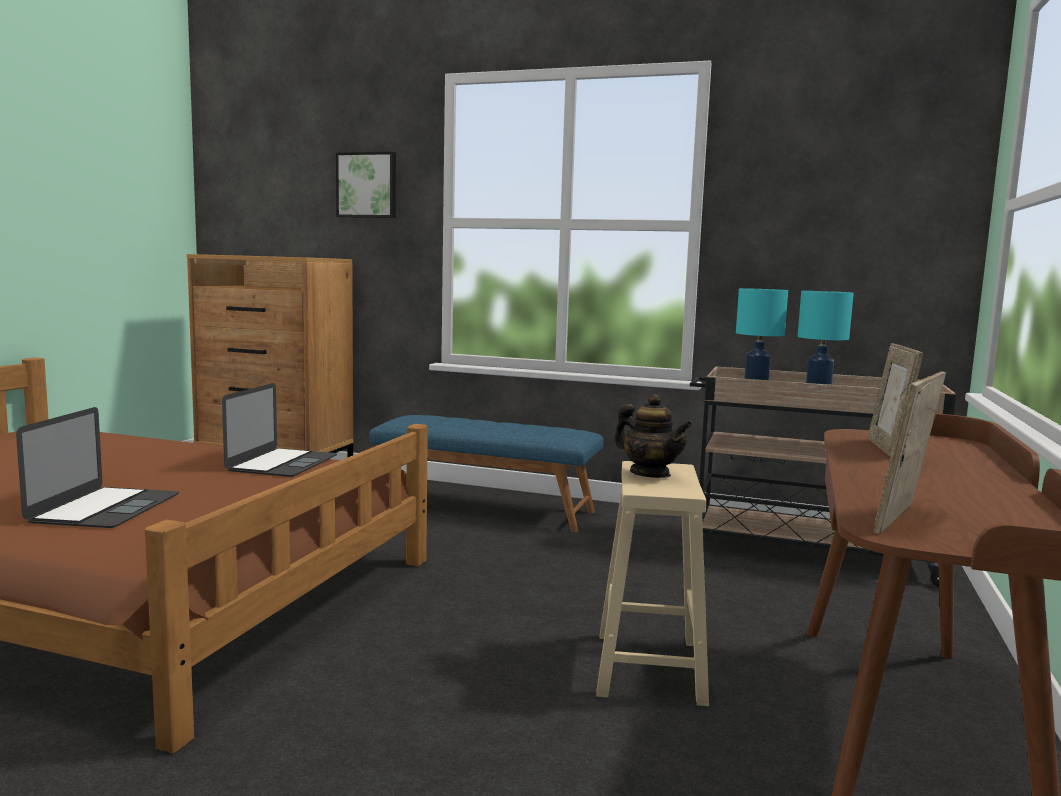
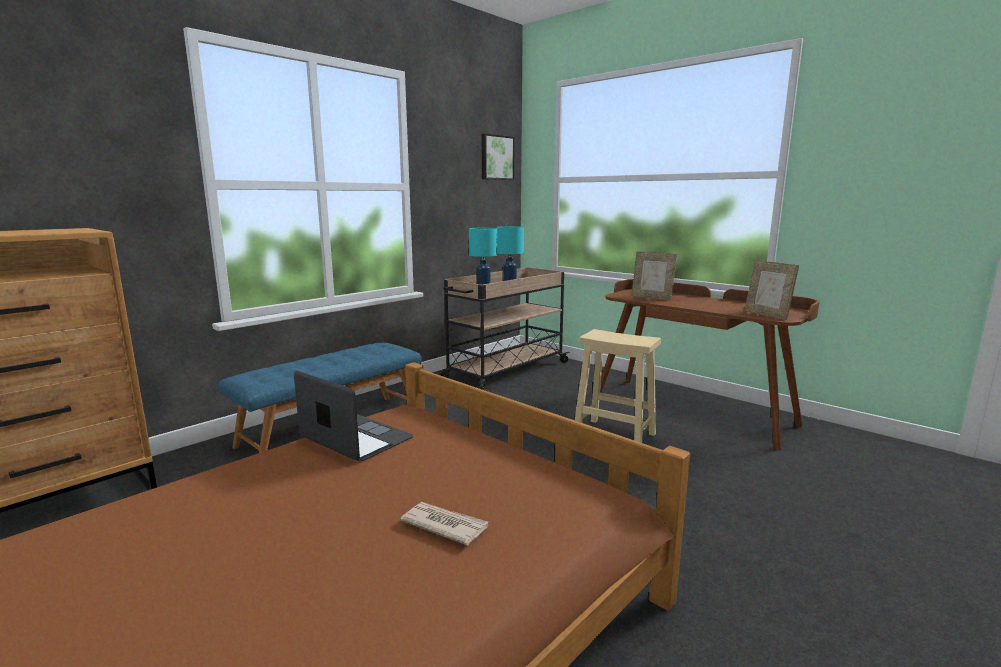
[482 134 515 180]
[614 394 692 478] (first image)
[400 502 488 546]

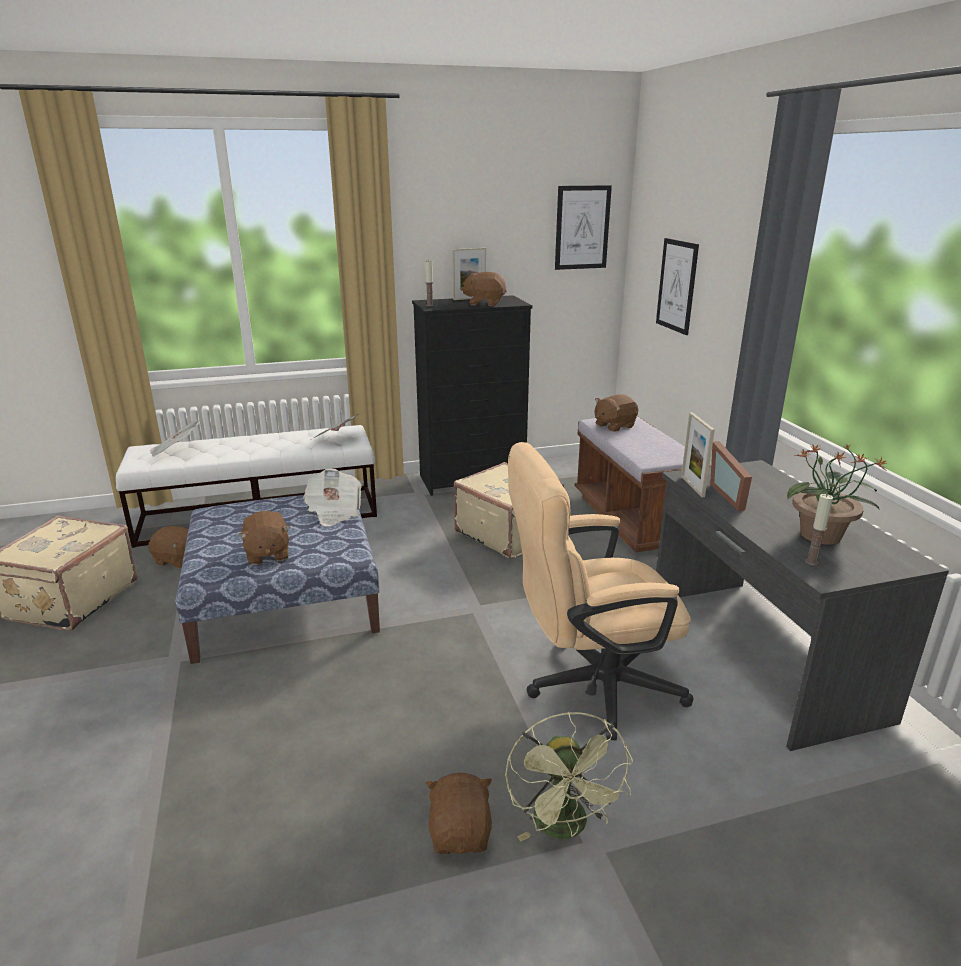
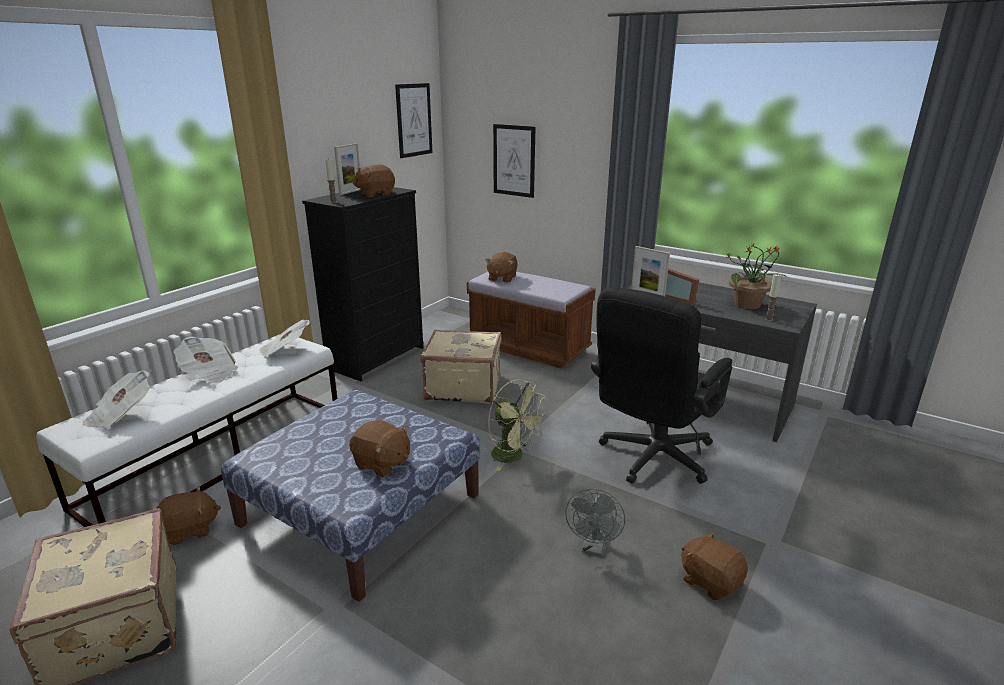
[591 287 732 484]
[173 337 238 385]
[488 379 547 471]
[565 489 625 556]

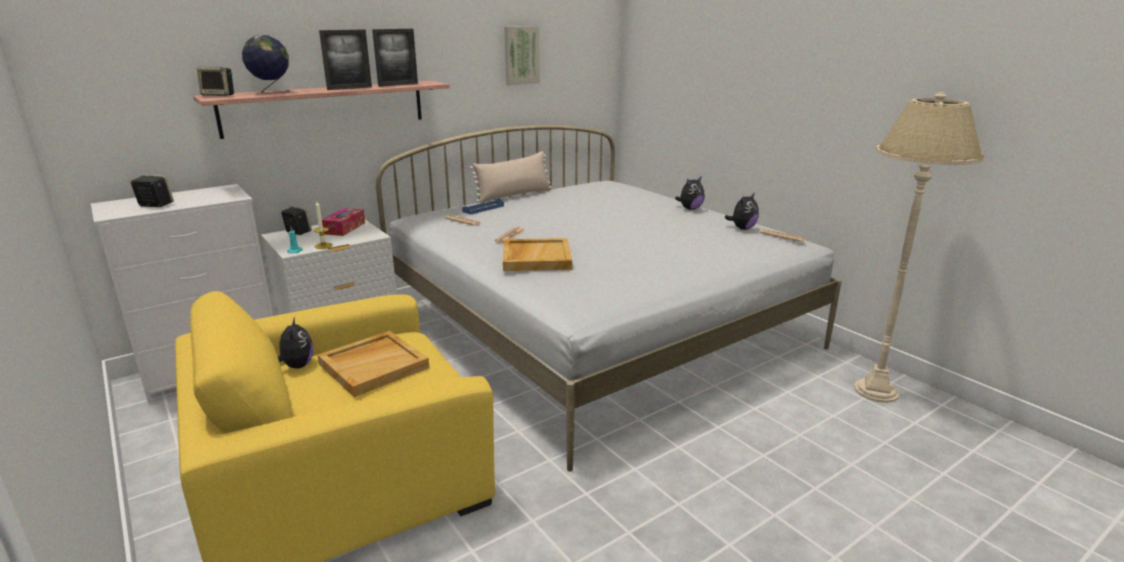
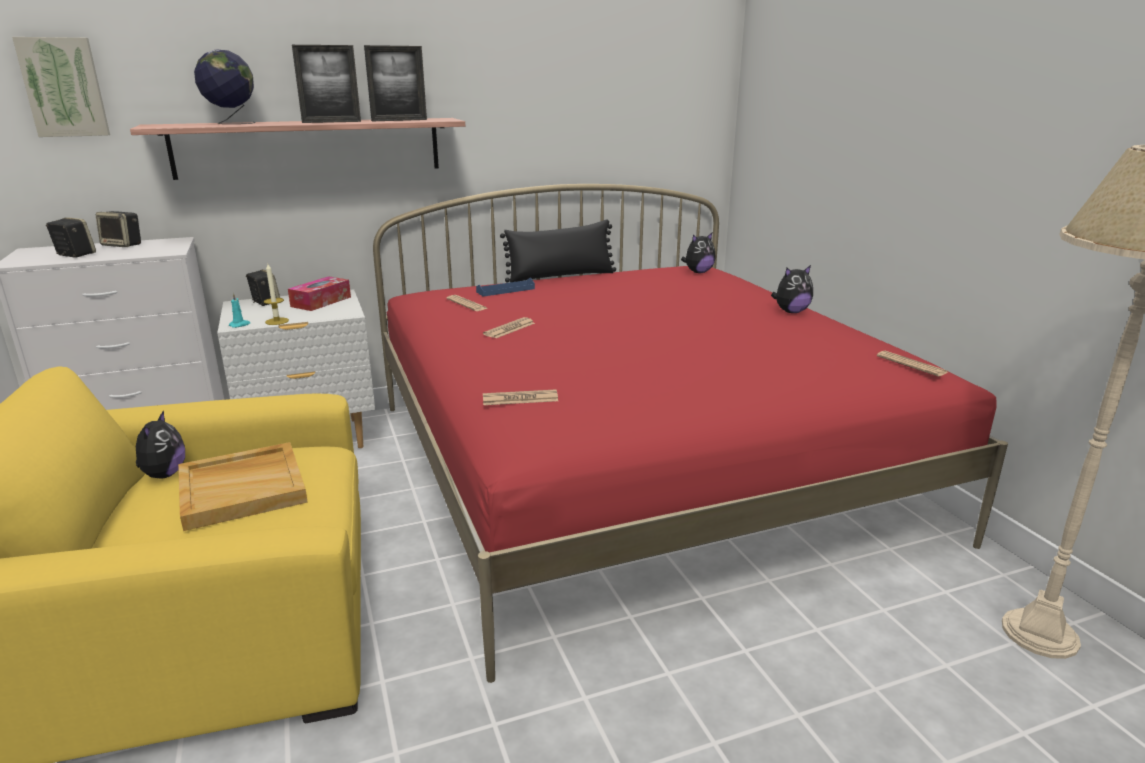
[12 37 110 137]
[96 211 141 247]
[373 184 1008 683]
[500 220 616 283]
[681 233 716 273]
[503 238 572 271] (first image)
[483 389 558 405]

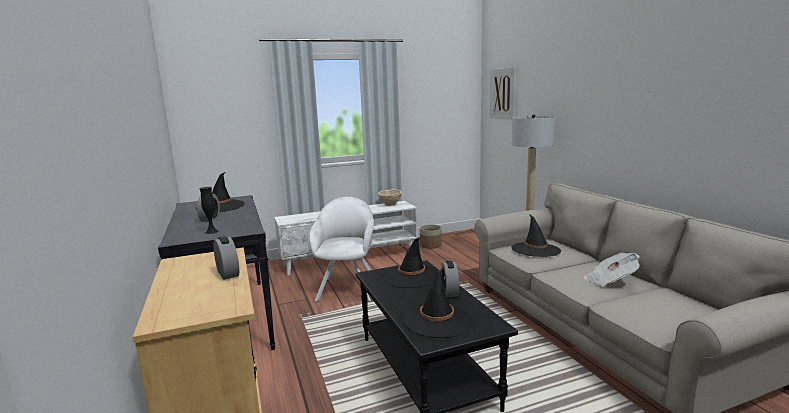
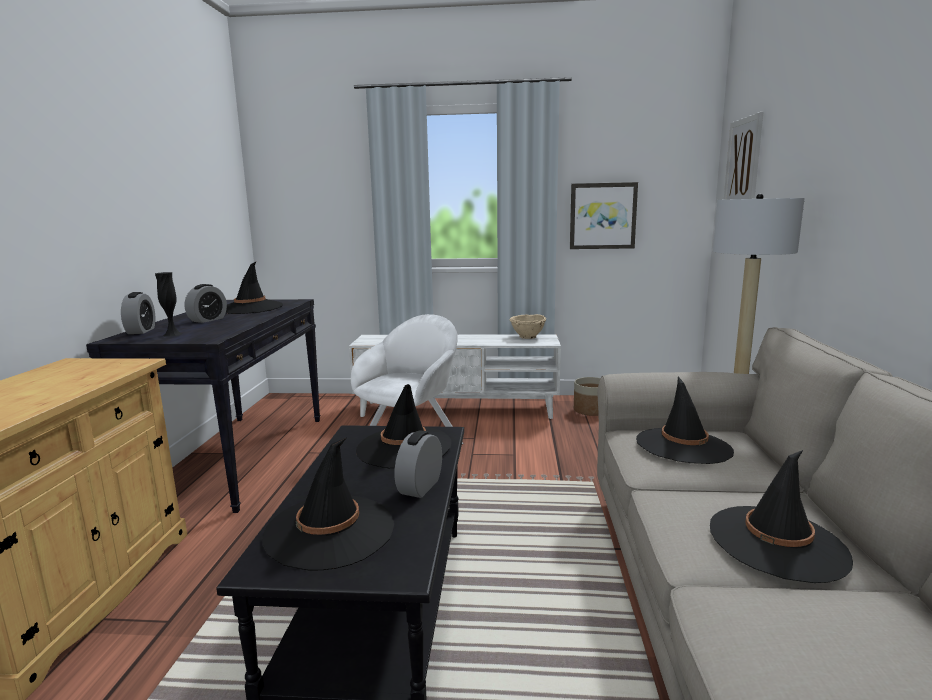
[121 292 155 334]
[710 450 853 583]
[570 182 638 249]

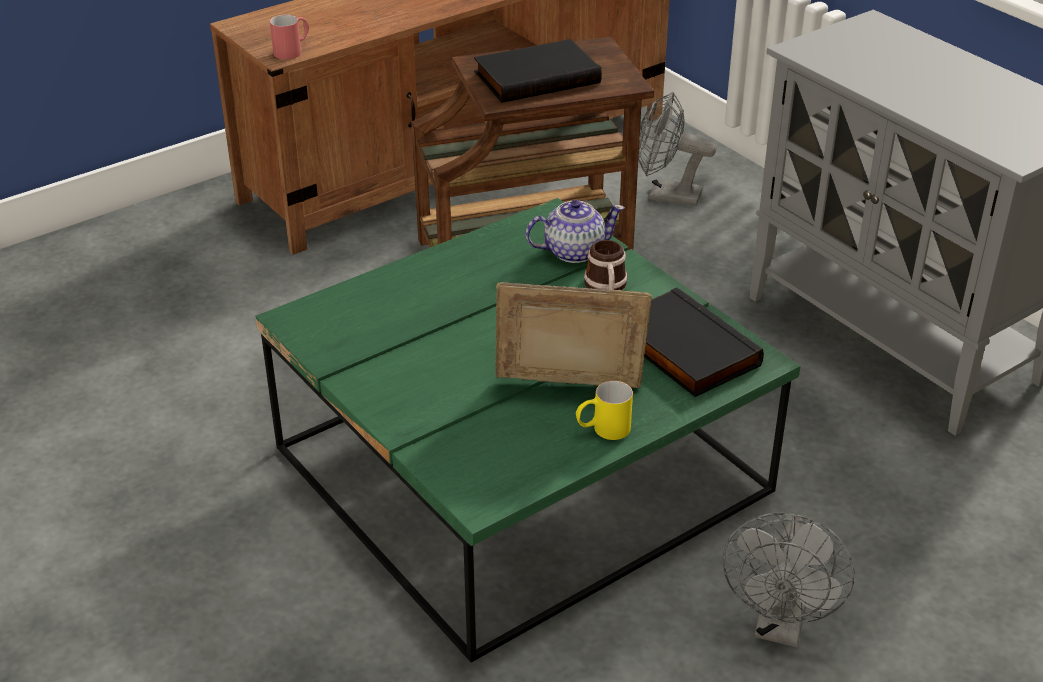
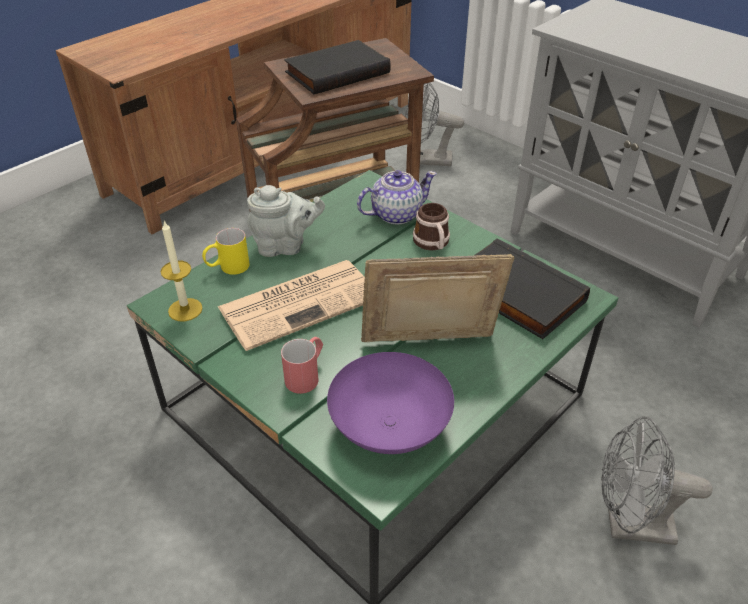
[281 337 323 394]
[202 228 250 275]
[601 416 712 545]
[247 185 325 257]
[161 221 203 322]
[218 260 365 351]
[327 352 454 454]

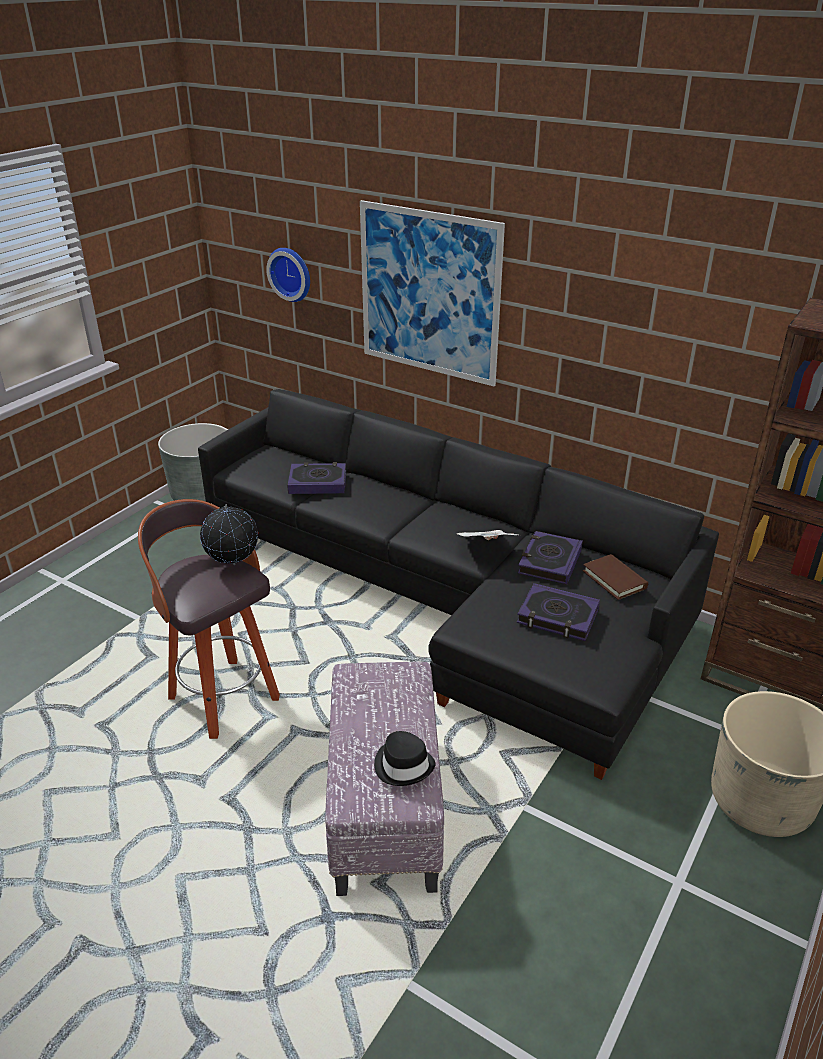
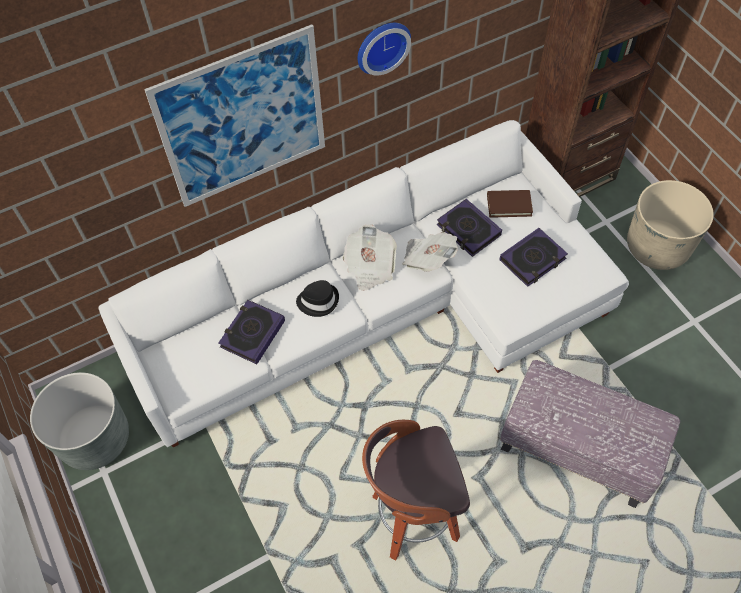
[358 23 411 76]
[99 120 629 447]
[200 504 258 565] (first image)
[296 280 339 317]
[342 224 397 291]

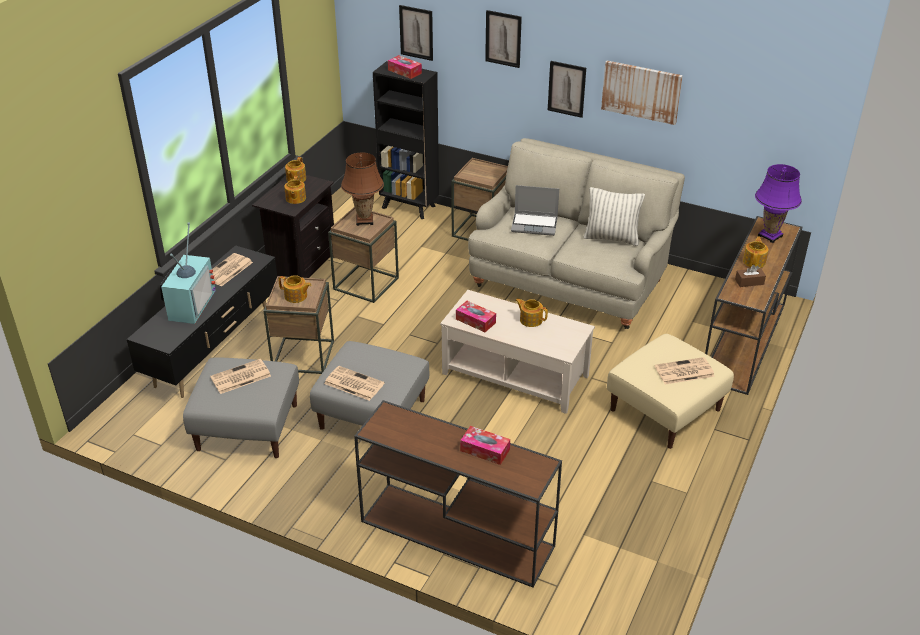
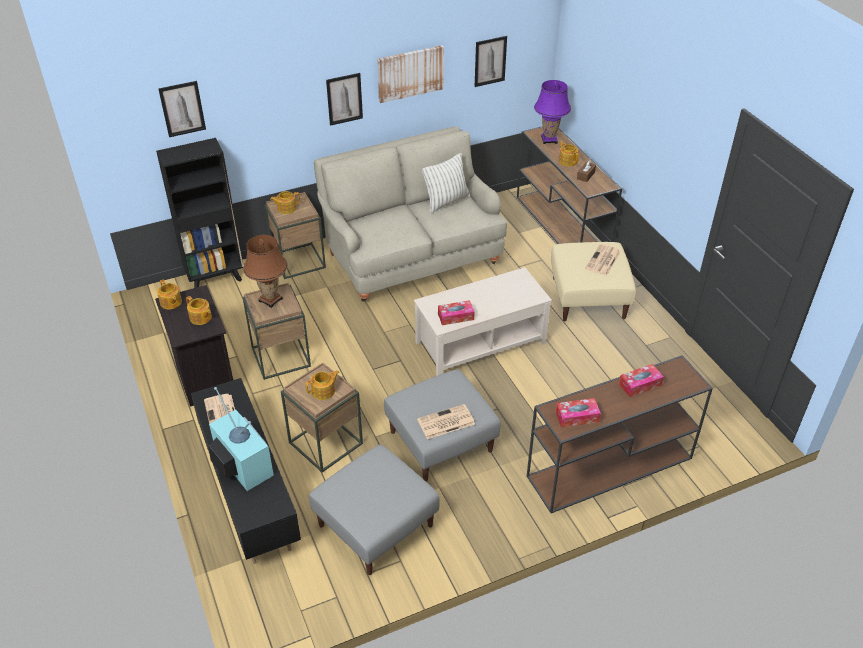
[474 36 507 87]
[556 398 601 427]
[511 185 559 236] (first image)
[270 191 300 214]
[210 359 271 394] (first image)

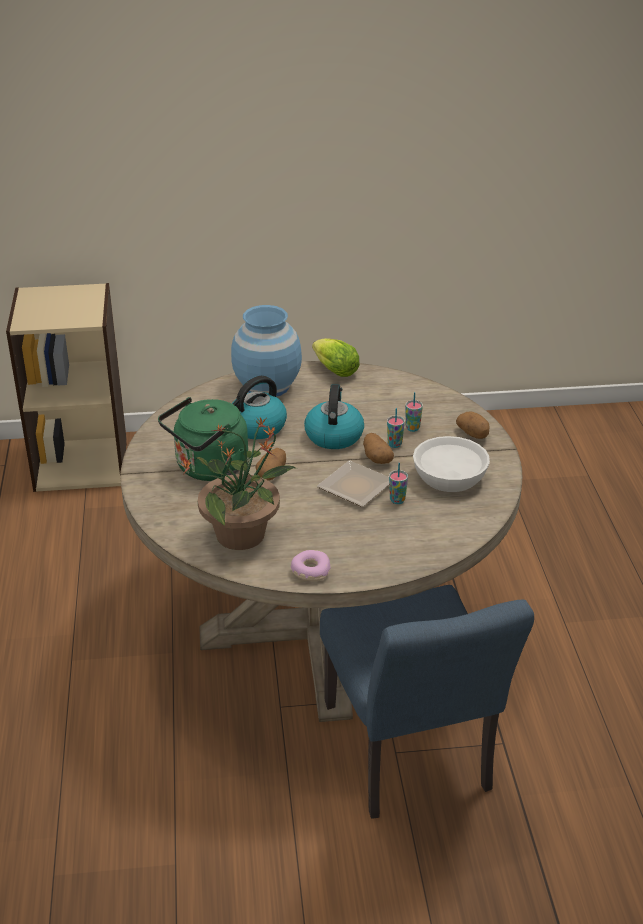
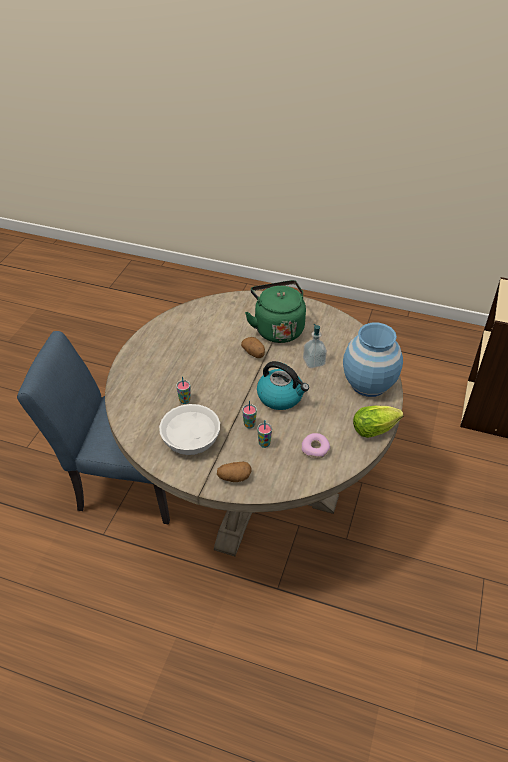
[303 324 327 368]
[180 416 297 550] (first image)
[363 433 394 464] (first image)
[317 460 389 507] (first image)
[301 433 330 459]

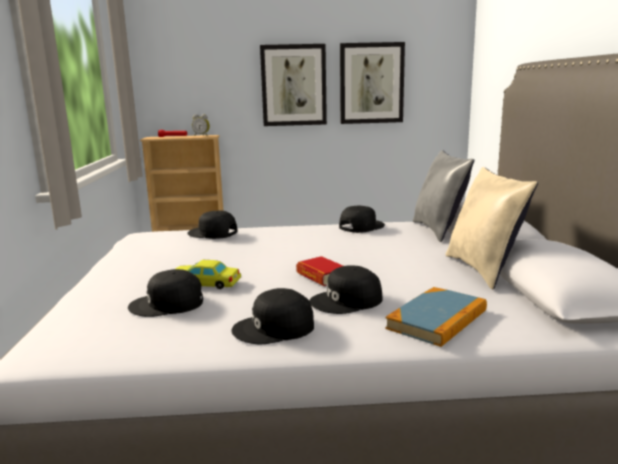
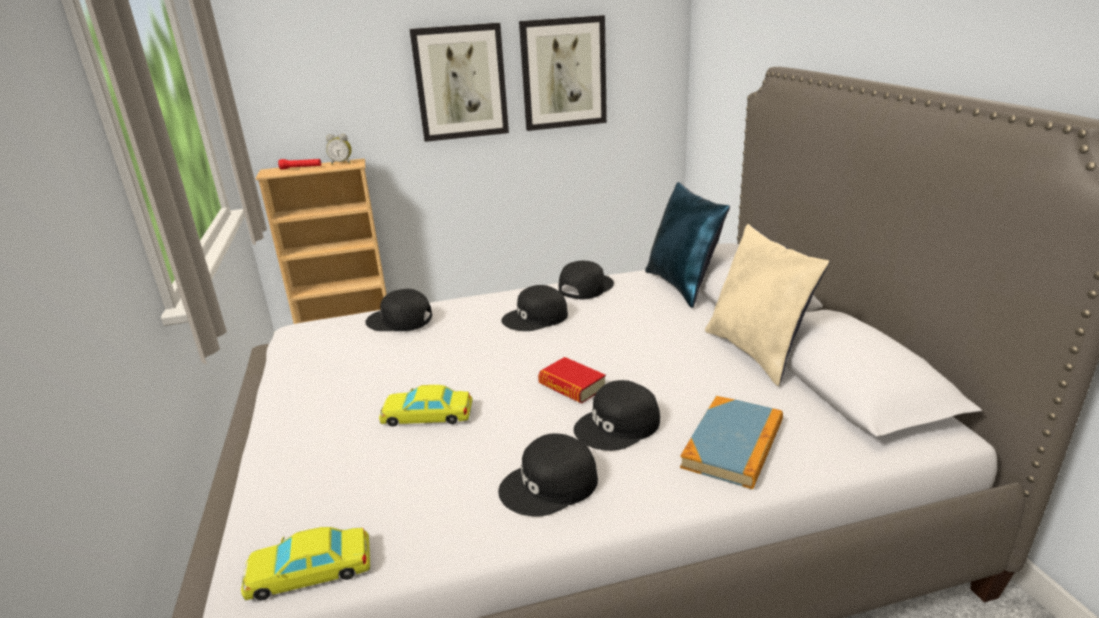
[645 182 730 308]
[501 285 568 331]
[241 527 370 600]

